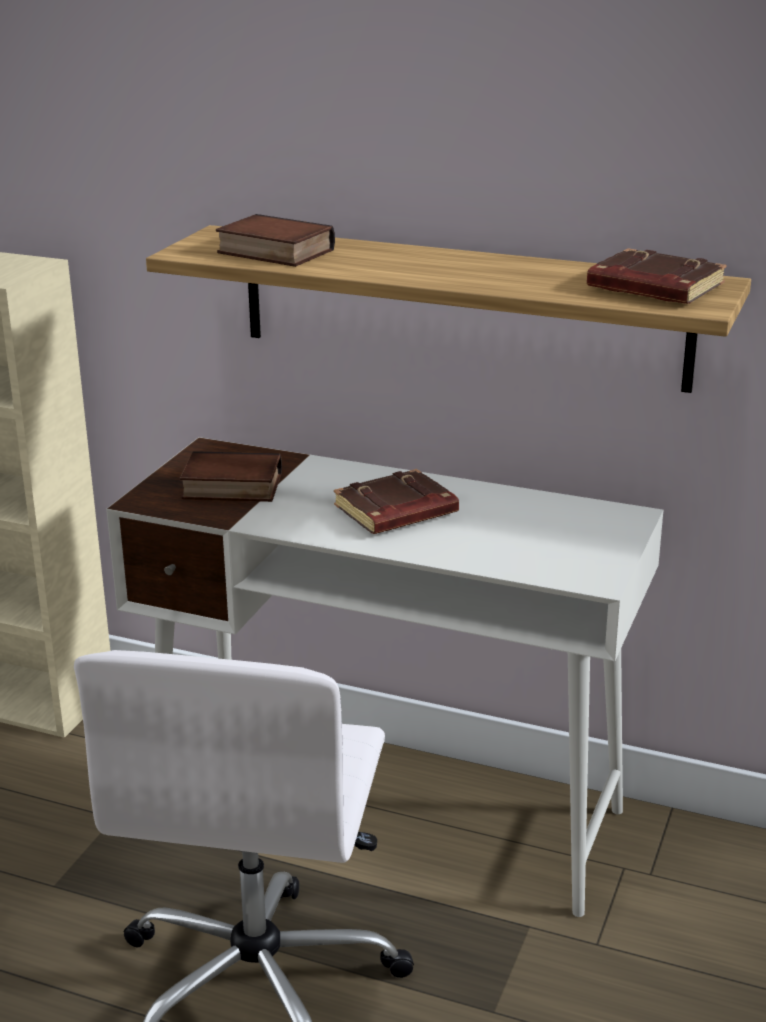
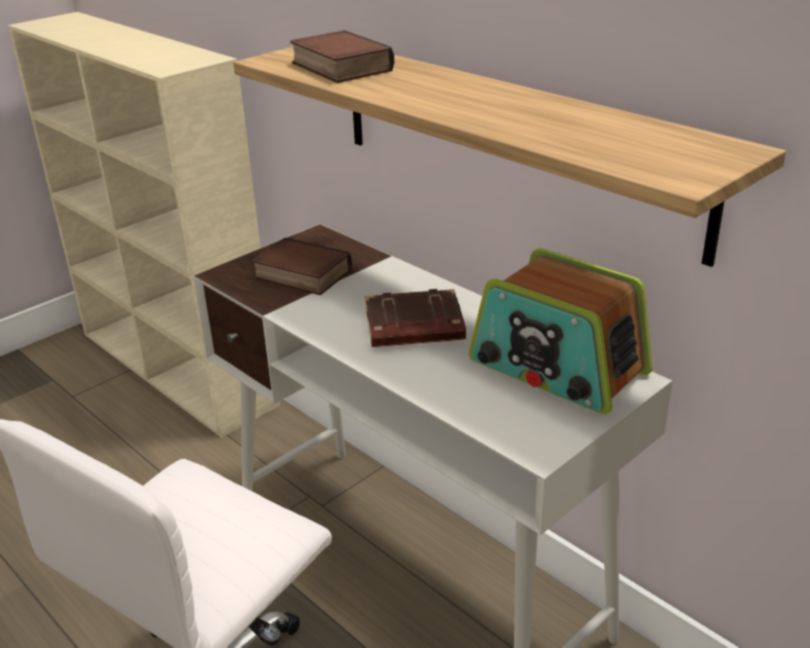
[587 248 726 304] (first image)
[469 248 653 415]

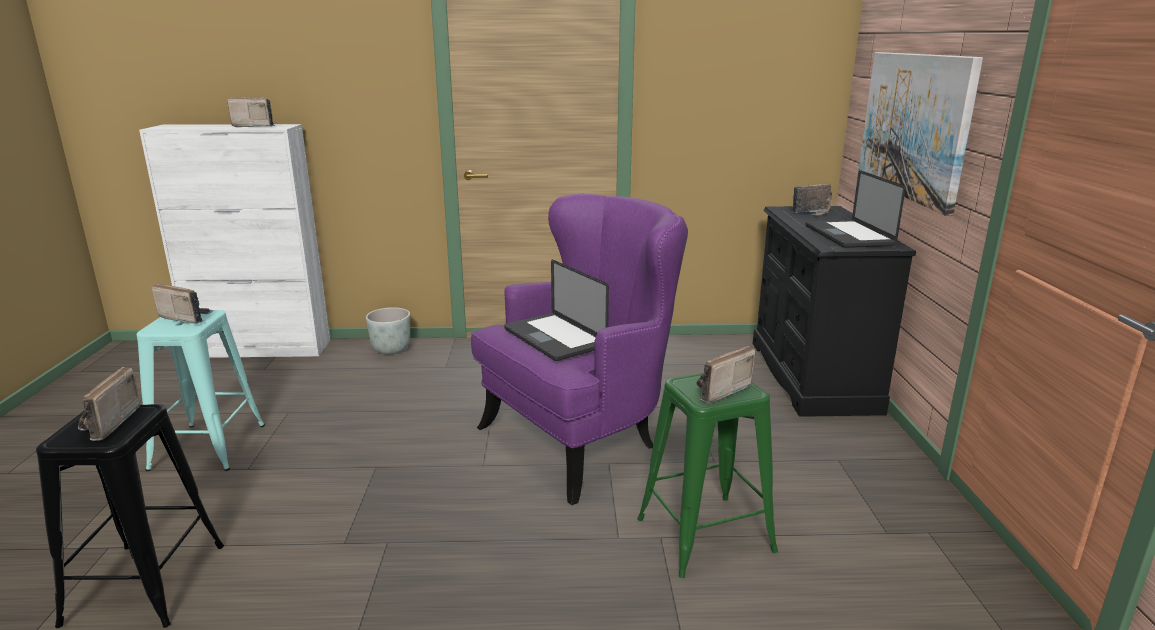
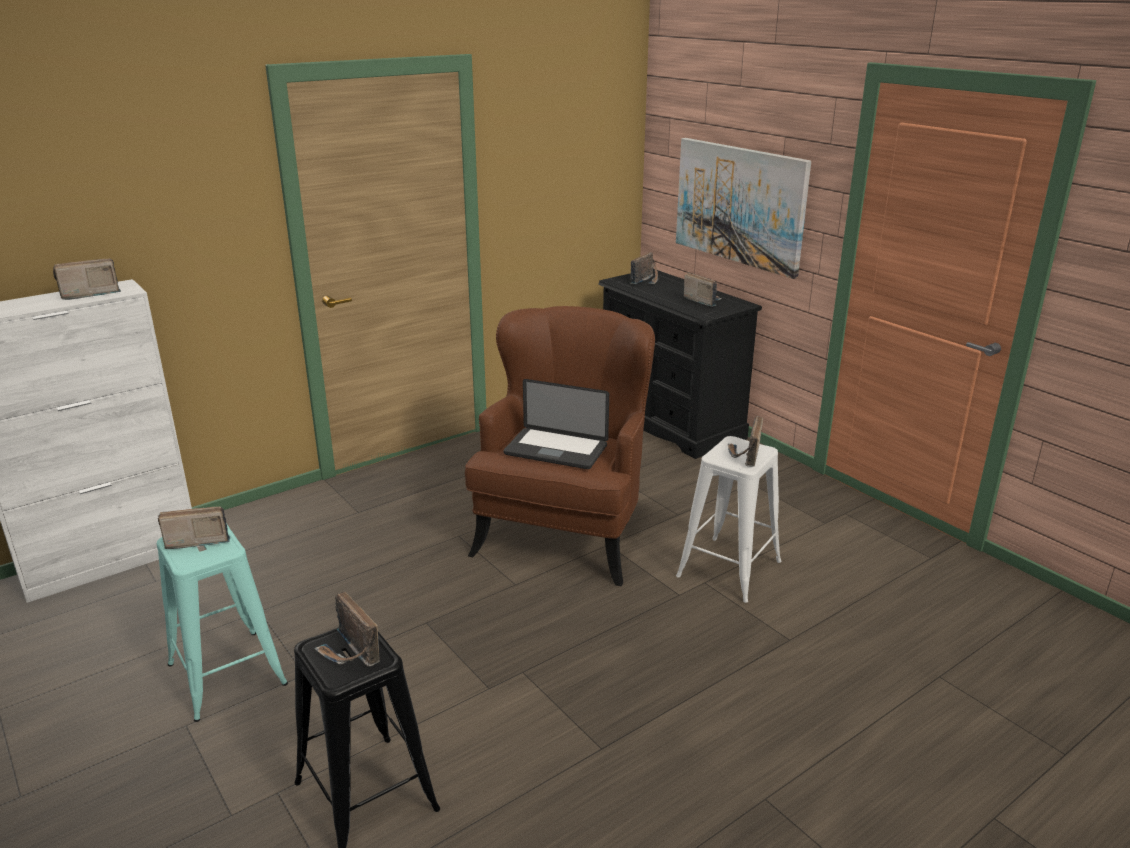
[684 272 722 307]
[465 306 655 586]
[366 307 410 354] (first image)
[676 436 781 603]

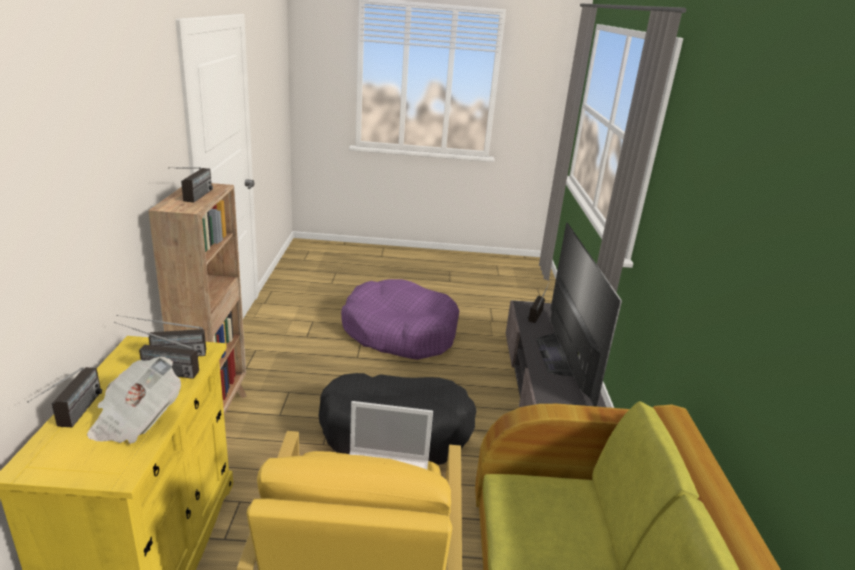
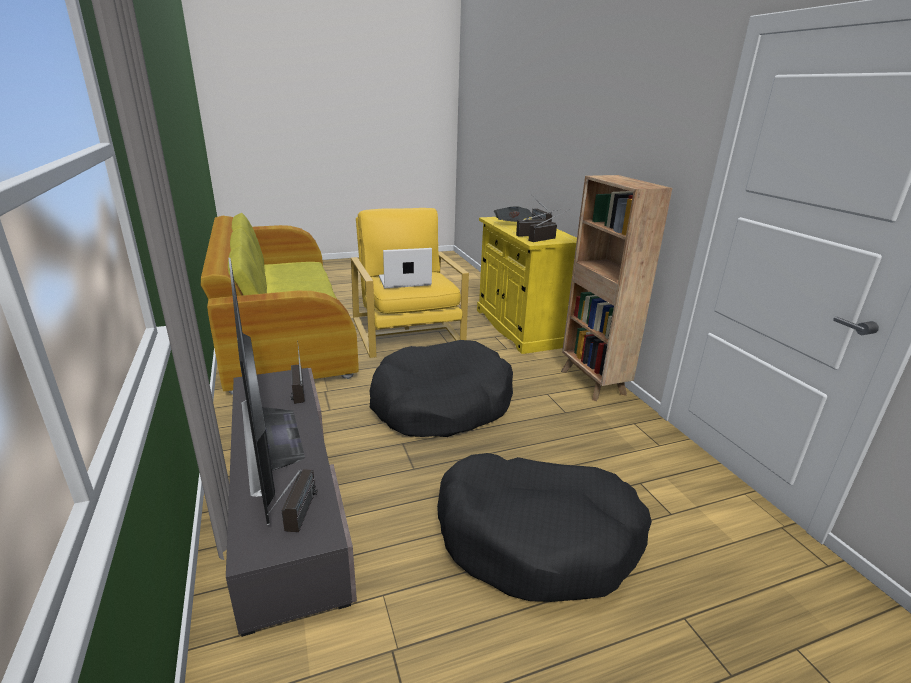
[291 341 305 404]
[437 453 652 602]

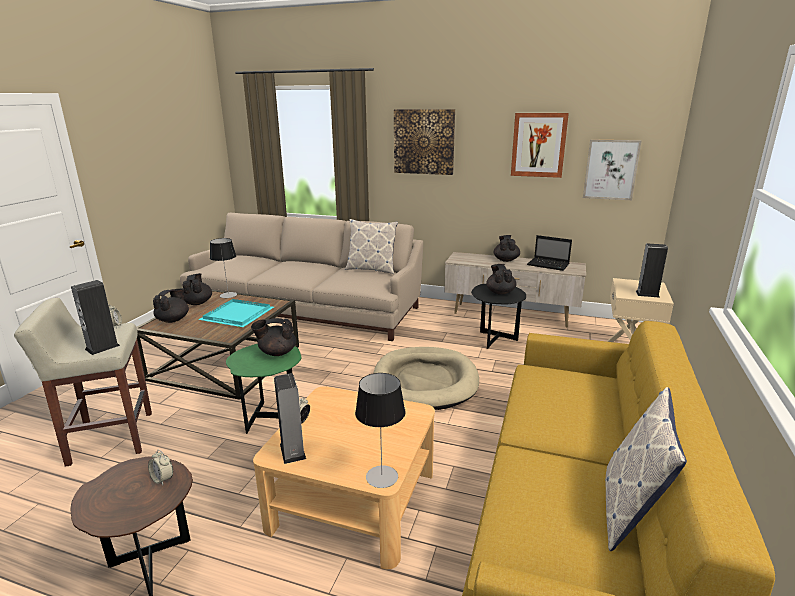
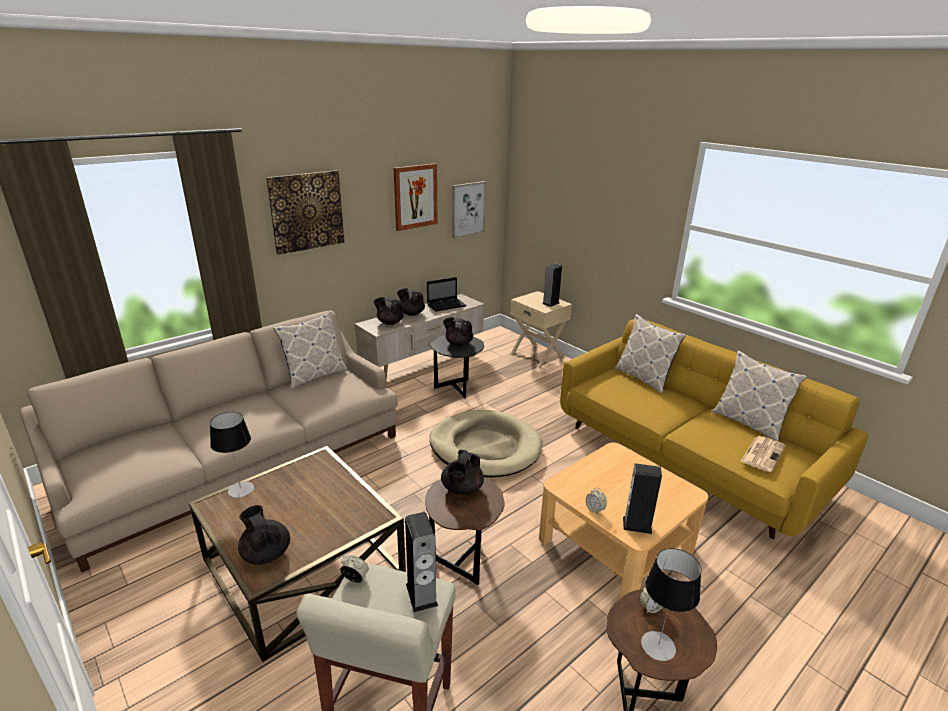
[374 297 404 325]
[198 299 274 327] (first image)
[425 478 504 585]
[641 548 701 661]
[614 314 686 394]
[740 436 786 472]

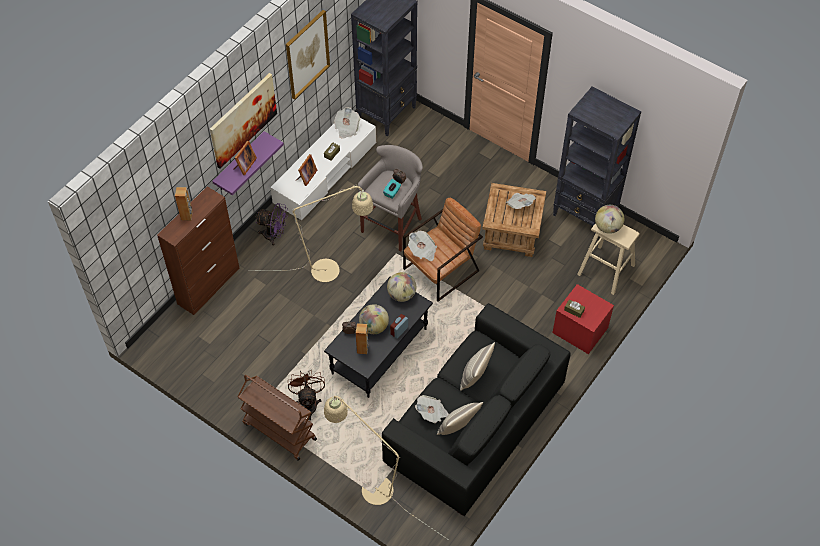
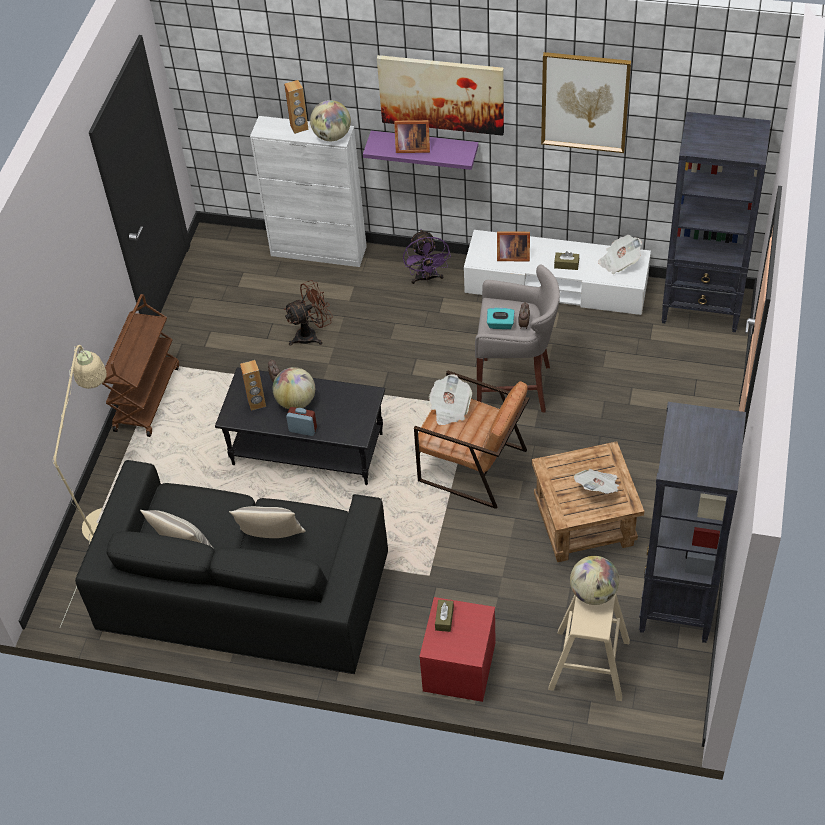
[247 185 373 282] (first image)
[250 116 367 267]
[310 100 351 141]
[284 280 333 346]
[415 395 449 423] (first image)

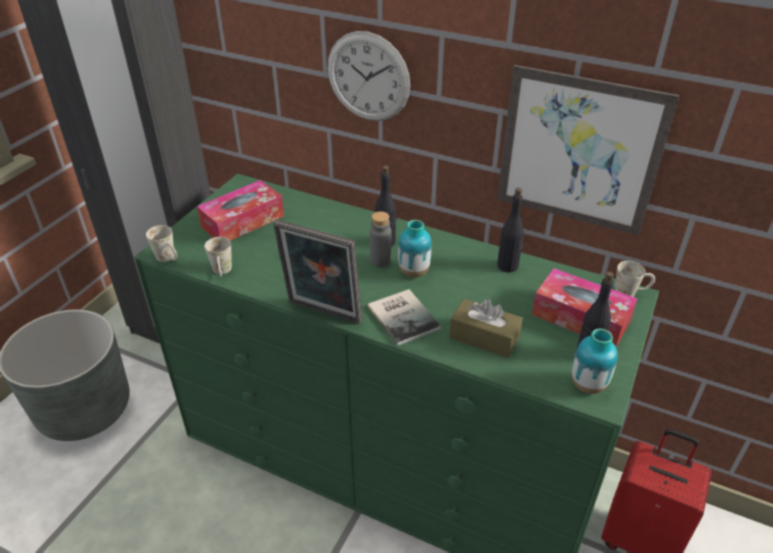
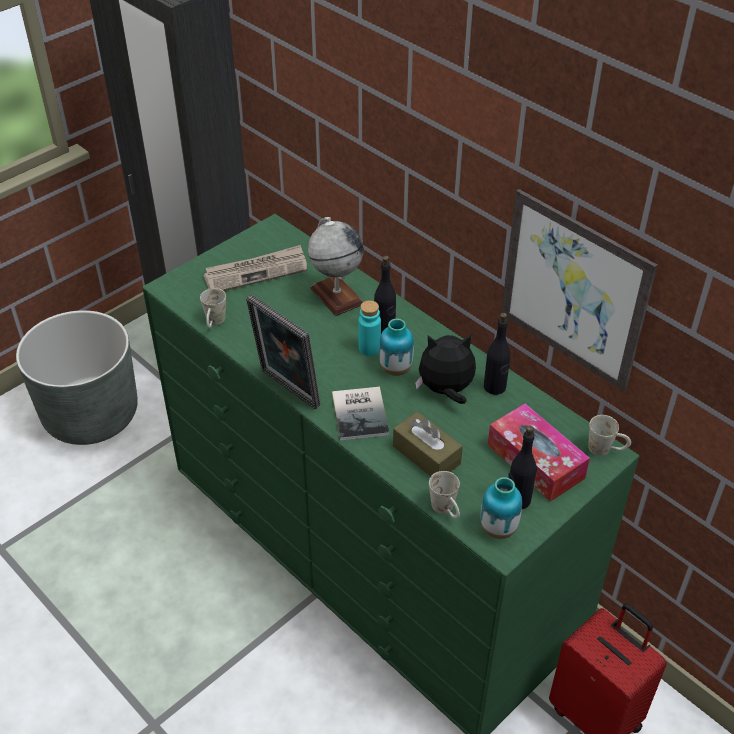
[327 31 410 121] (first image)
[203 245 307 291]
[358 300 381 356]
[429 471 460 519]
[308 217 364 316]
[415 335 476 404]

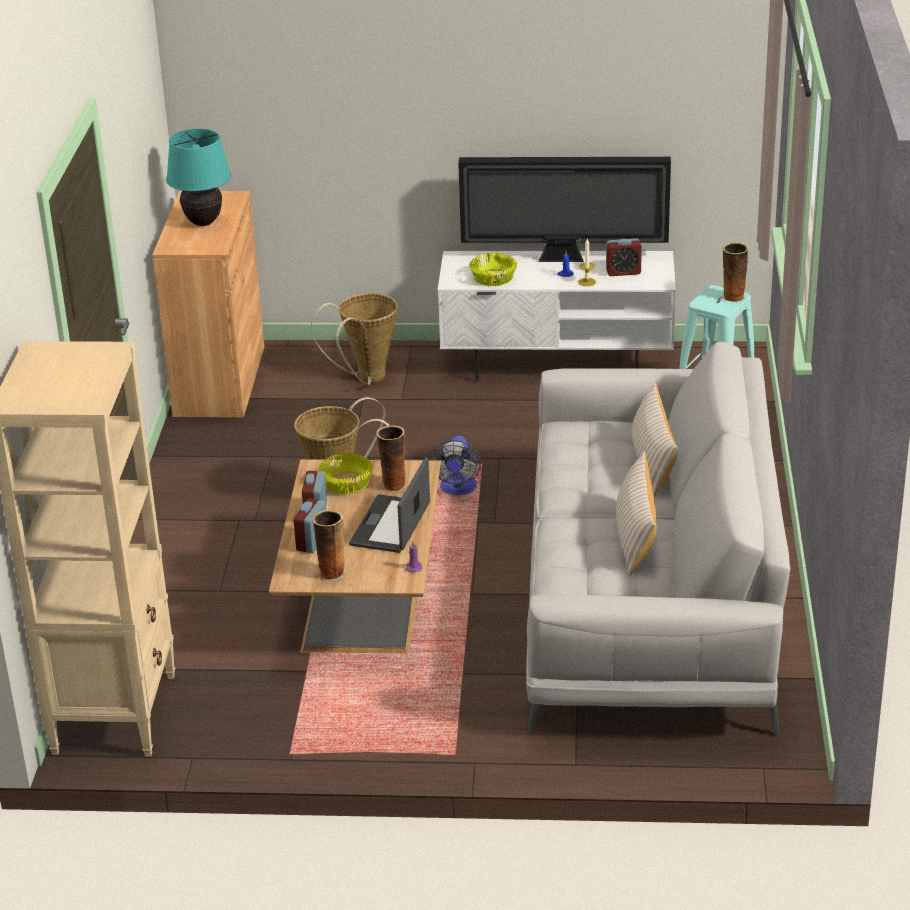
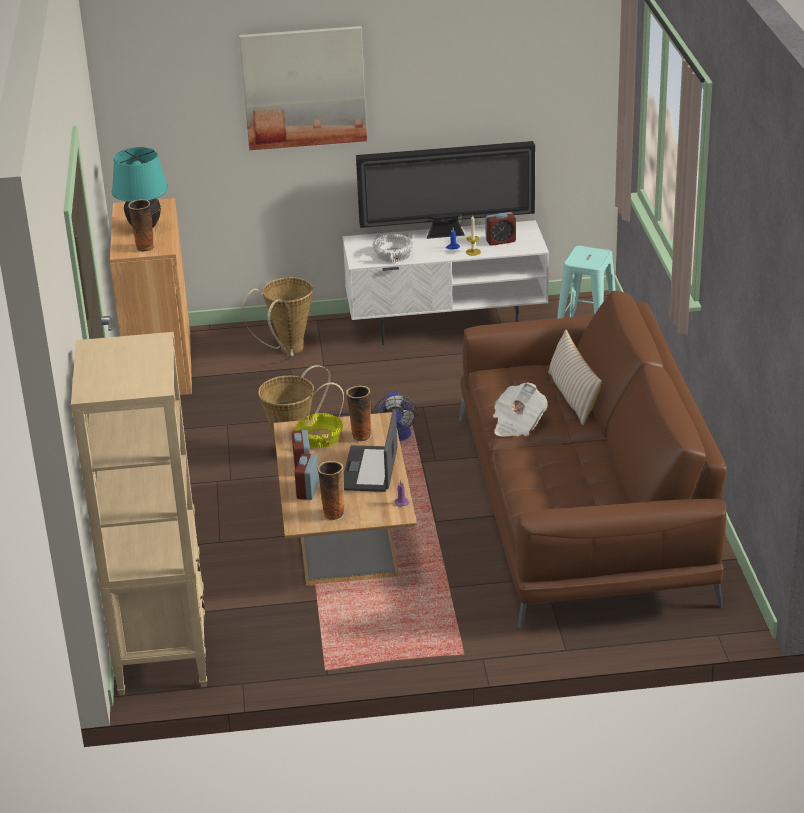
[128 199 154 252]
[372 234 413 262]
[459 291 727 629]
[616 451 657 577] (first image)
[239 26 367 150]
[493 382 548 437]

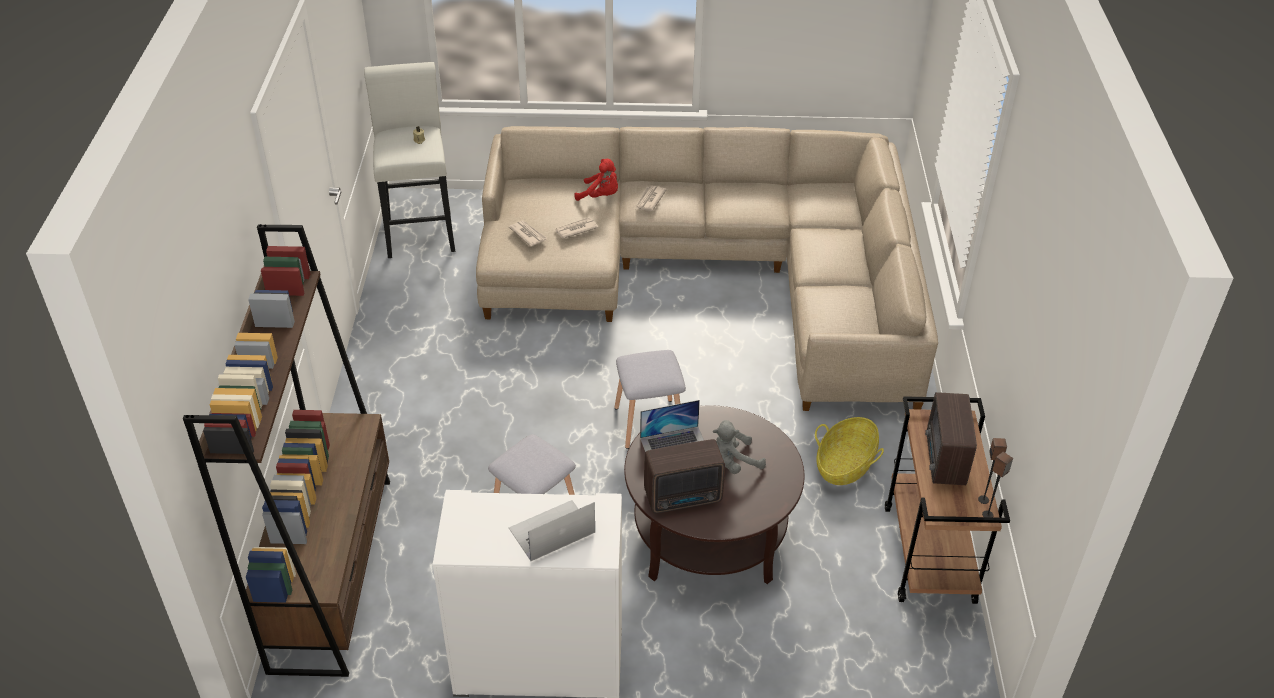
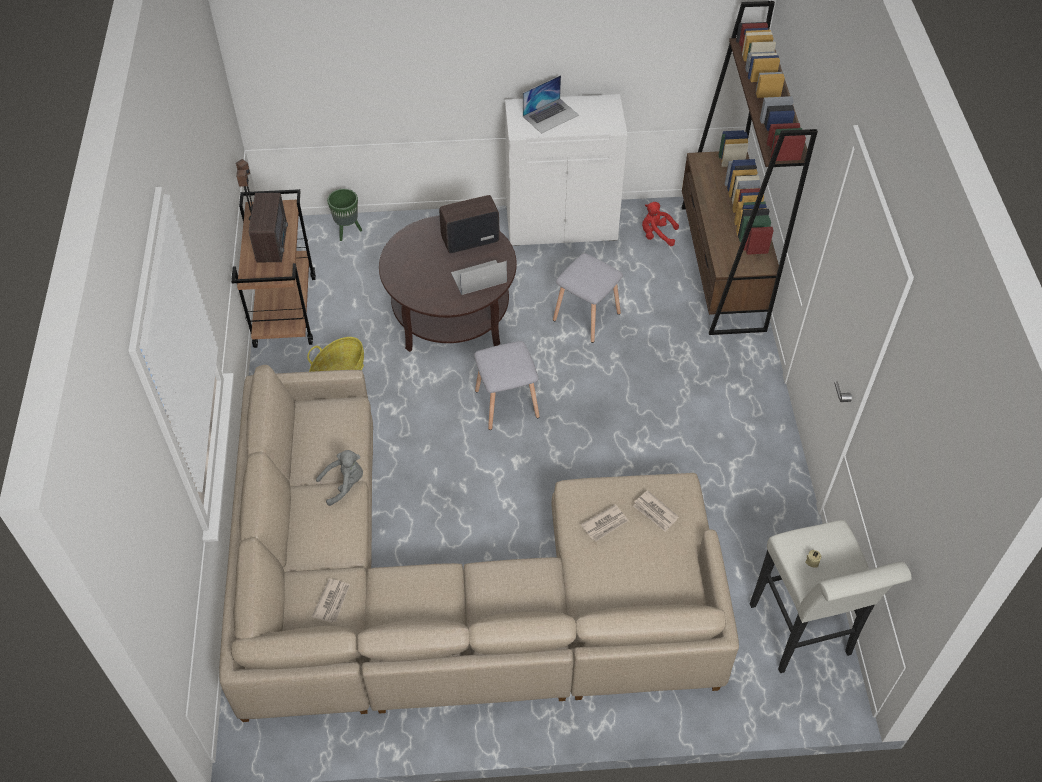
[642 202 679 246]
[312 578 350 623]
[316 450 363 506]
[327 189 362 241]

